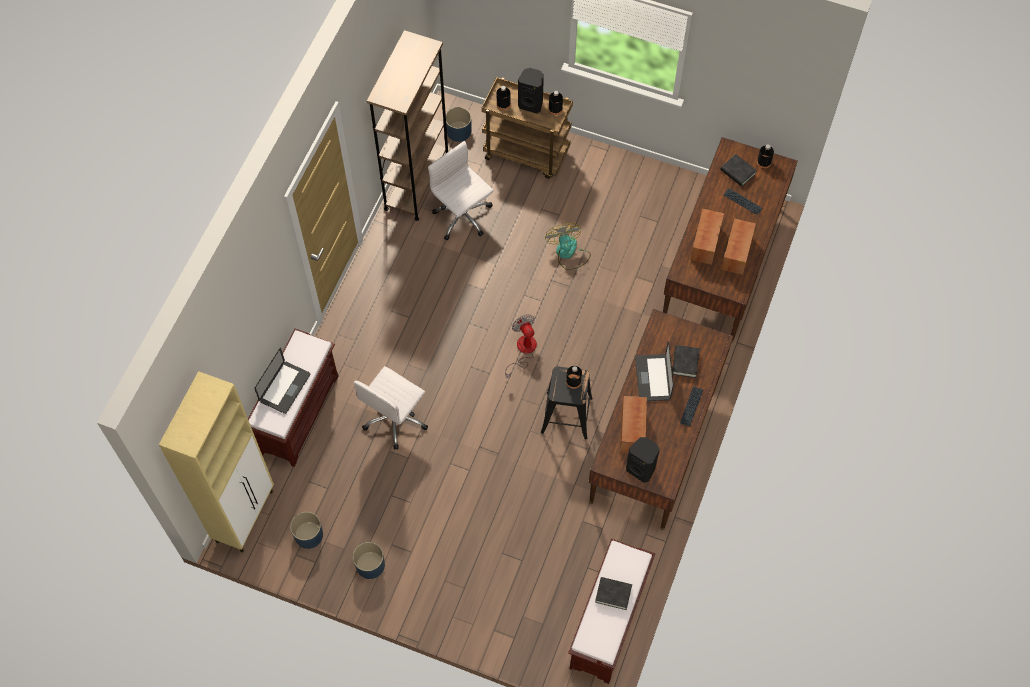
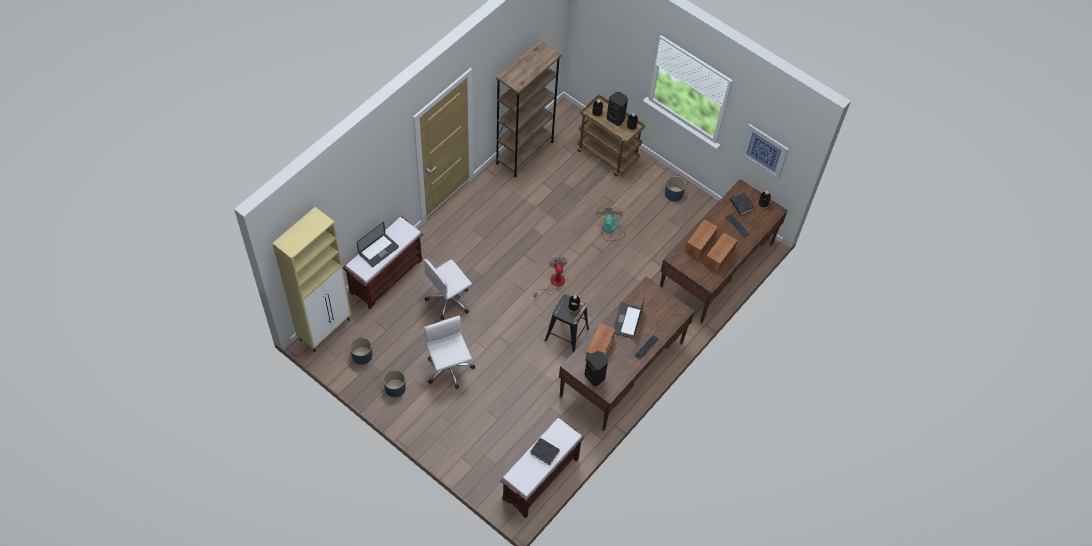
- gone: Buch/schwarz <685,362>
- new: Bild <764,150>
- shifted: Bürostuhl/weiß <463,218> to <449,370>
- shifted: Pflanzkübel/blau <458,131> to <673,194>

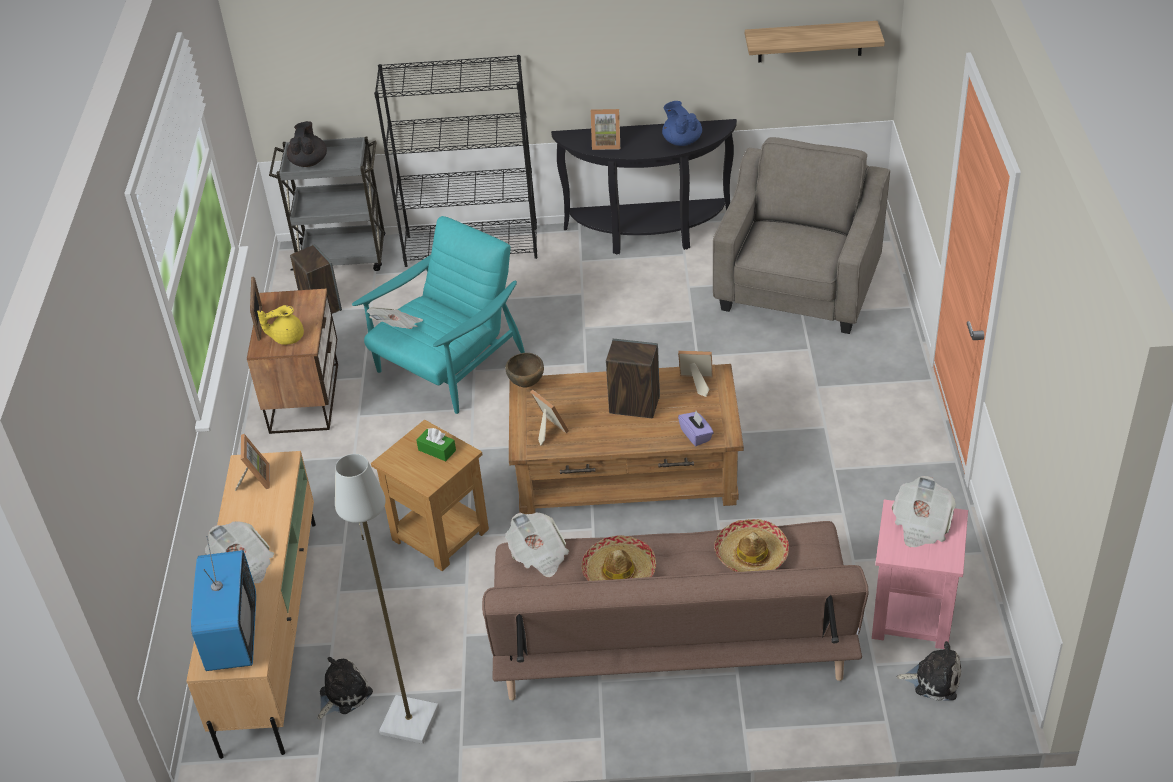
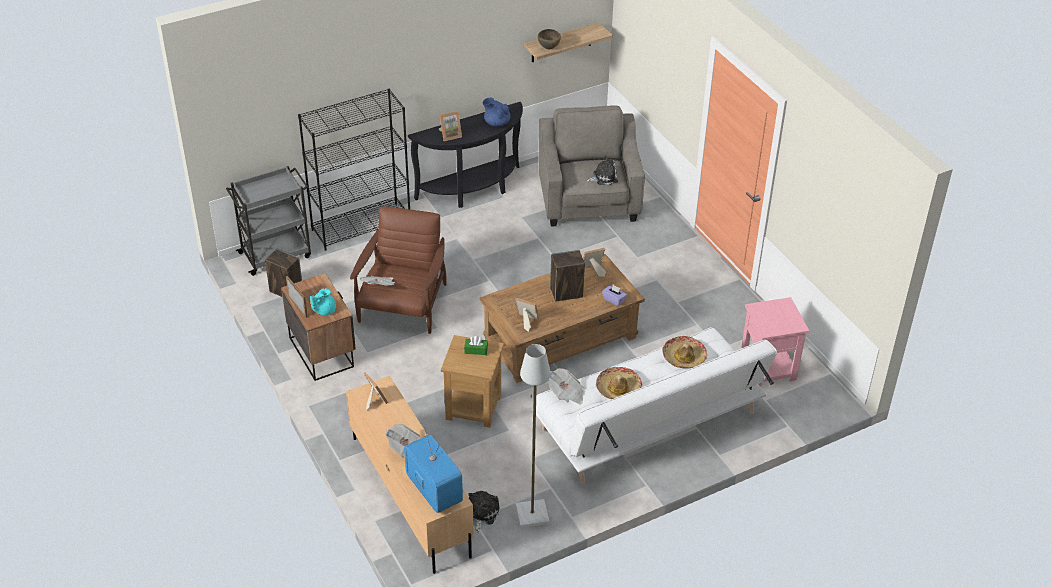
- gone: Teekanne/schwarz <309,162>
- gone: Zeitung <921,525>
- shifted: Schüssel/braun <526,384> to <549,48>
- shifted: Plüschtier <933,679> to <603,177>
- repainted: Teekanne/gelb <286,337> to Teekanne/türkis <324,310>
- repainted: Sessel/türkis <449,365> to Sessel/braun <403,305>
- repainted: Sofa/braun <672,639> to Sofa/weiß <650,422>

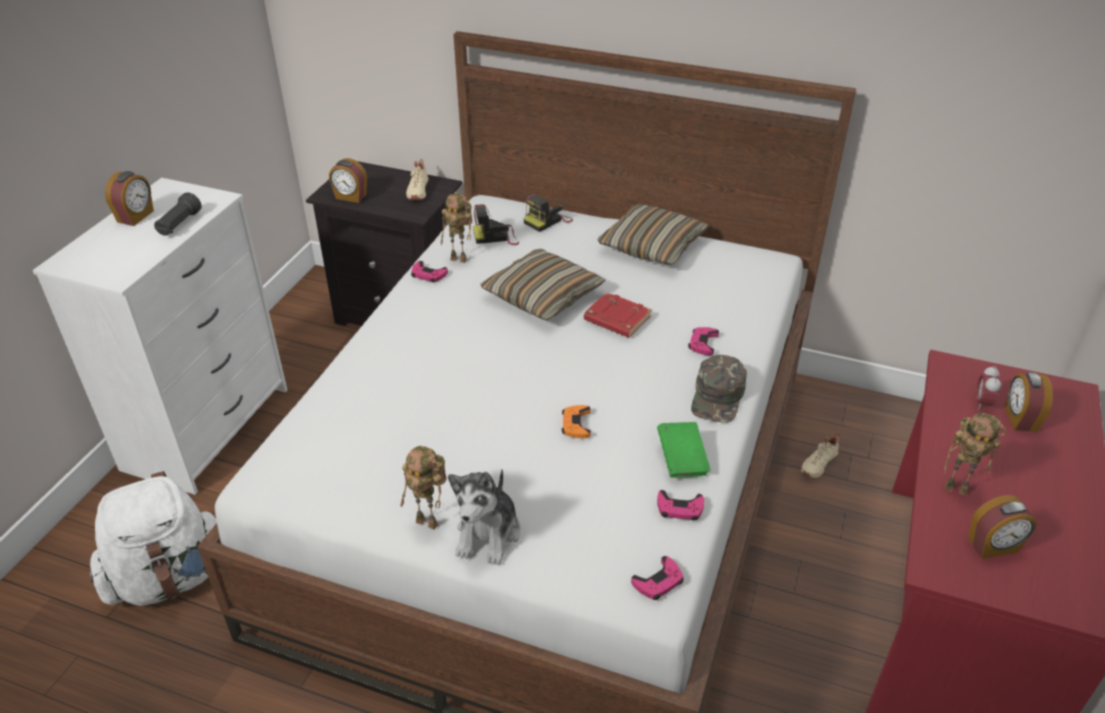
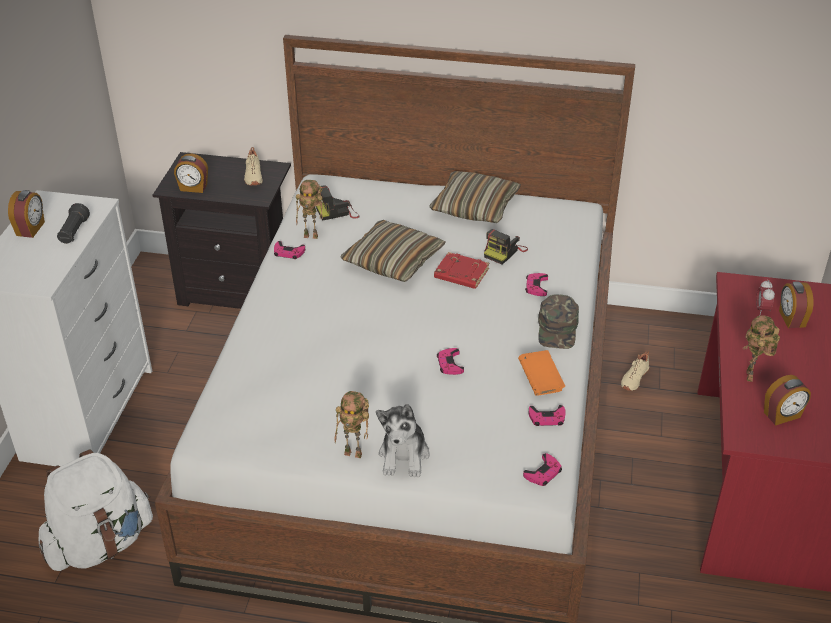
- shifted: Kamera <547,221> to <504,252>
- repainted: Gamepad/orange <576,424> to Gamepad/rosa <450,364>
- repainted: Buch/grün <682,460> to Buch/orange <540,382>
- rotated: Spielzeugroboter <957,488> = <751,377> 90 degrees clockwise

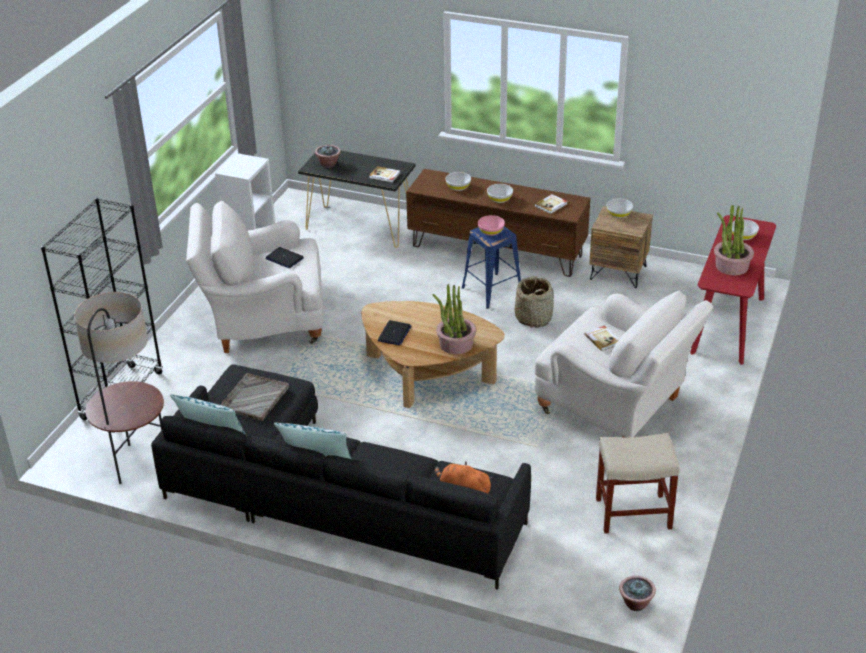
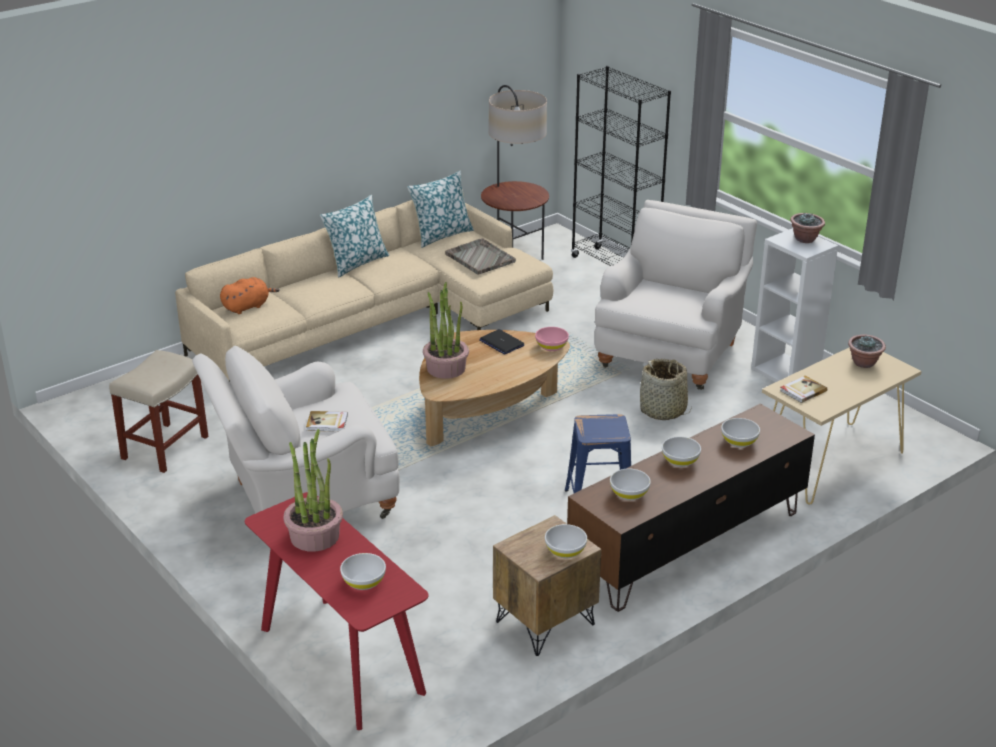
- gone: Laptop <284,258>
- shifted: Schüssel/rosa <491,231> to <551,347>
- shifted: Korb <533,318> to <663,410>
- shifted: Topfpflanze <635,603> to <805,239>
- swapped: Buch <551,205> to Schüssel/weiß <629,494>
- repainted: Sofa/schwarz <330,495> to Sofa/beige <378,320>
- repainted: Konsolentisch/schwarz <360,226> to Konsolentisch/beige <830,463>

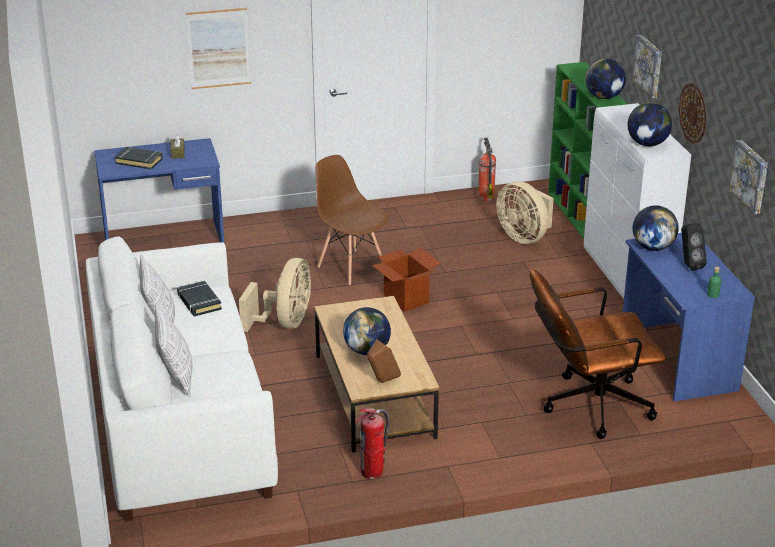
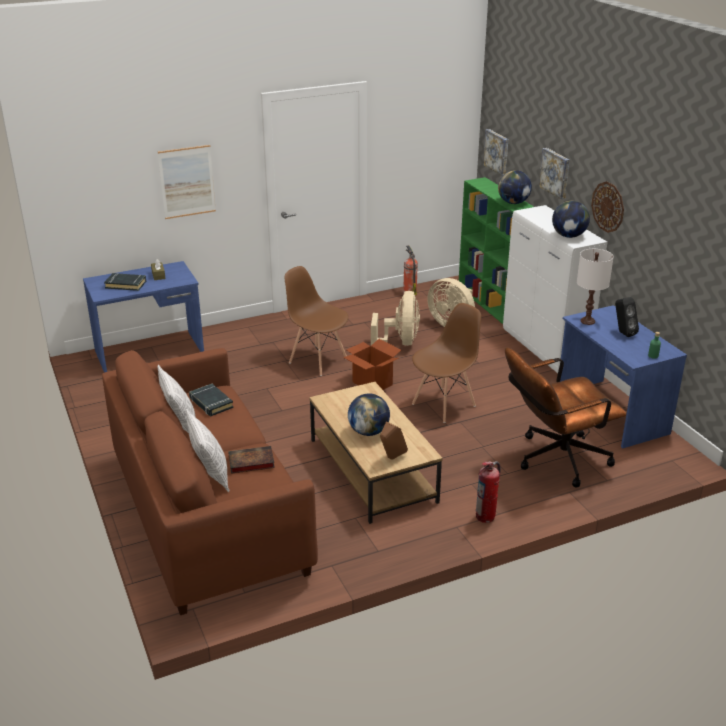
- new: Buch <250,462>
- new: Stuhl/braun <444,405>
- shifted: Ventilator/beige <285,323> to <400,342>
- shifted: Feuerlöscher <372,472> to <486,516>
- shifted: Bild <750,176> to <497,152>
- swapped: Globus <653,247> to Tischlampe/weiß <587,321>
- repainted: Sofa/weiß <181,423> to Sofa/braun <208,514>

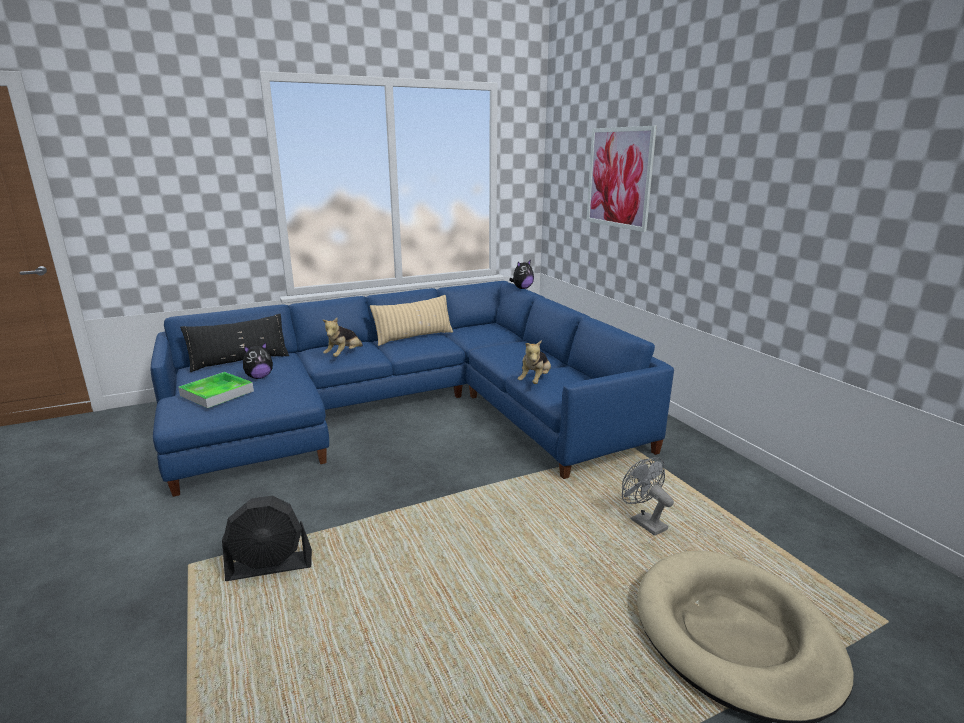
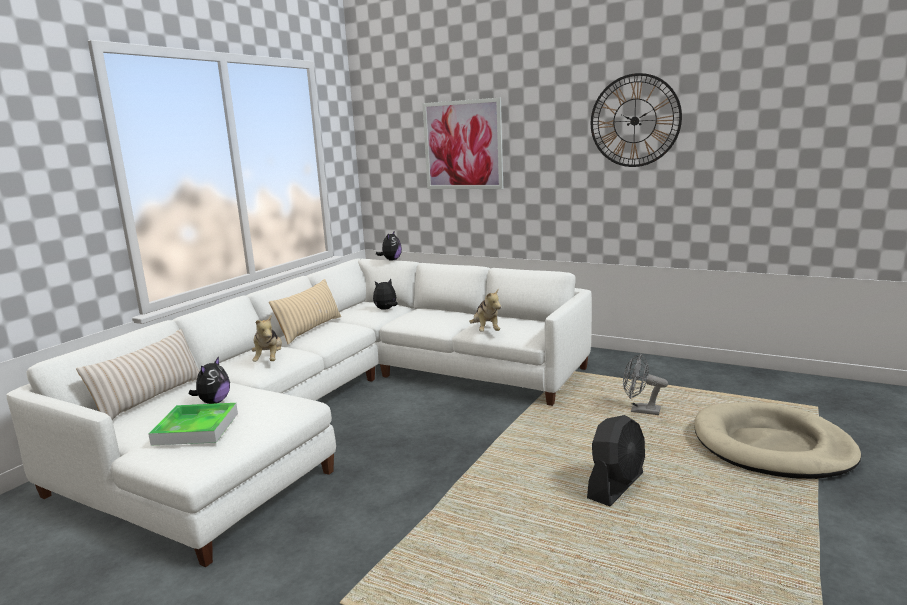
- new: Plüschtier <386,309>
- new: Wanduhr <634,121>
- shifted: Ventilator/schwarz <270,567> to <616,486>
- repainted: Sofa/blau <407,409> to Sofa/weiß <339,404>
- repainted: Kissen/schwarz <240,361> to Kissen/beige <151,398>

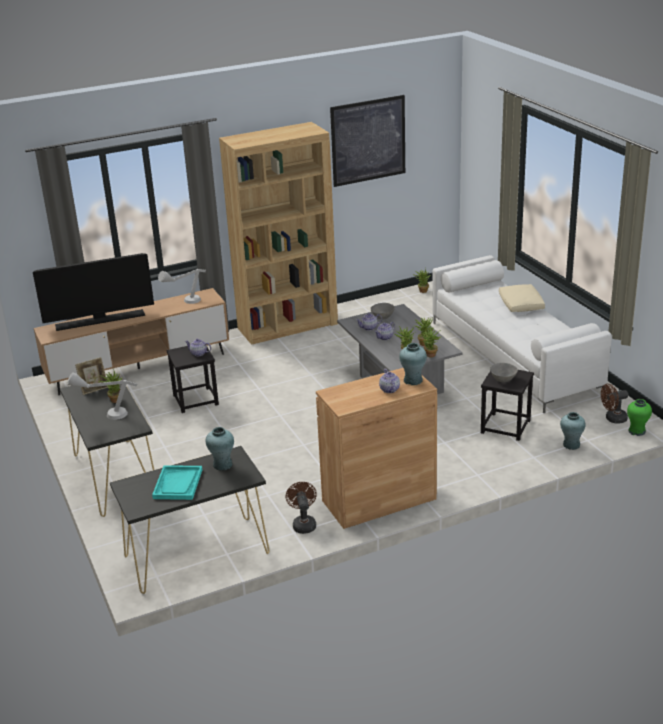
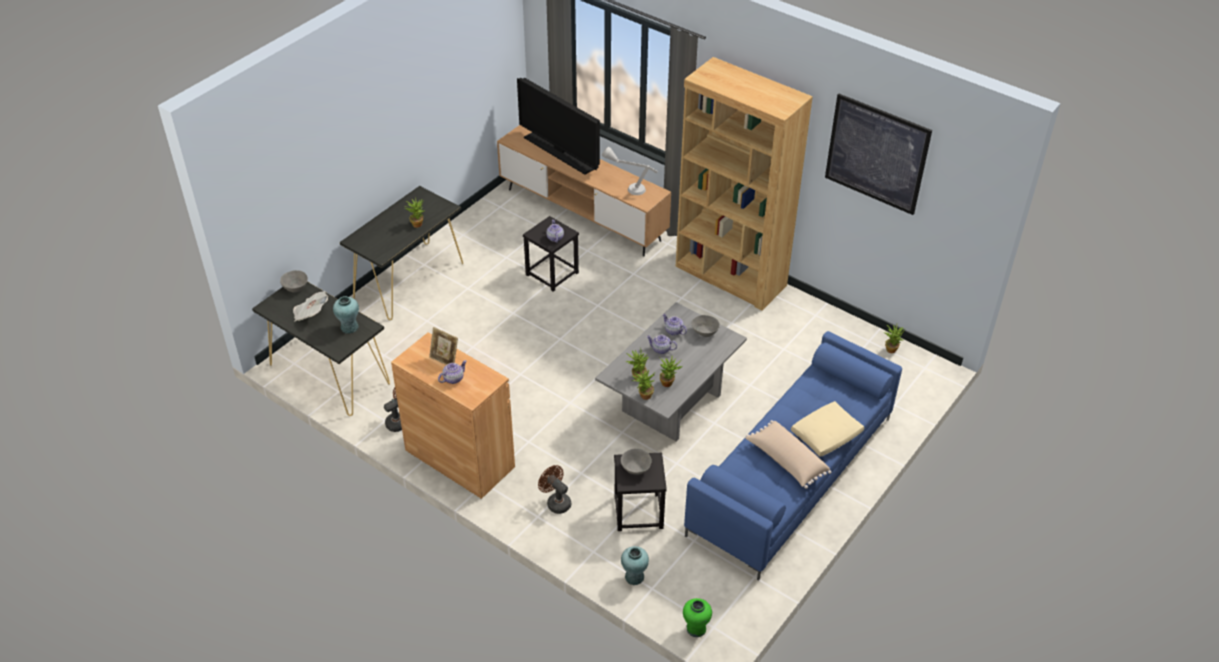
- gone: Tischlampe/grau <106,415>
- gone: Vase/türkis <413,380>
- new: Schüssel/grau <296,288>
- new: Kissen/beige <786,461>
- shifted: Bilderrahmen <94,389> to <445,359>
- shifted: Ventilator/braun <613,419> to <556,502>
- swapped: Tablett/türkis <178,484> to Zeitung <311,314>
- repainted: Sofa/weiß <514,357> to Sofa/blau <791,476>

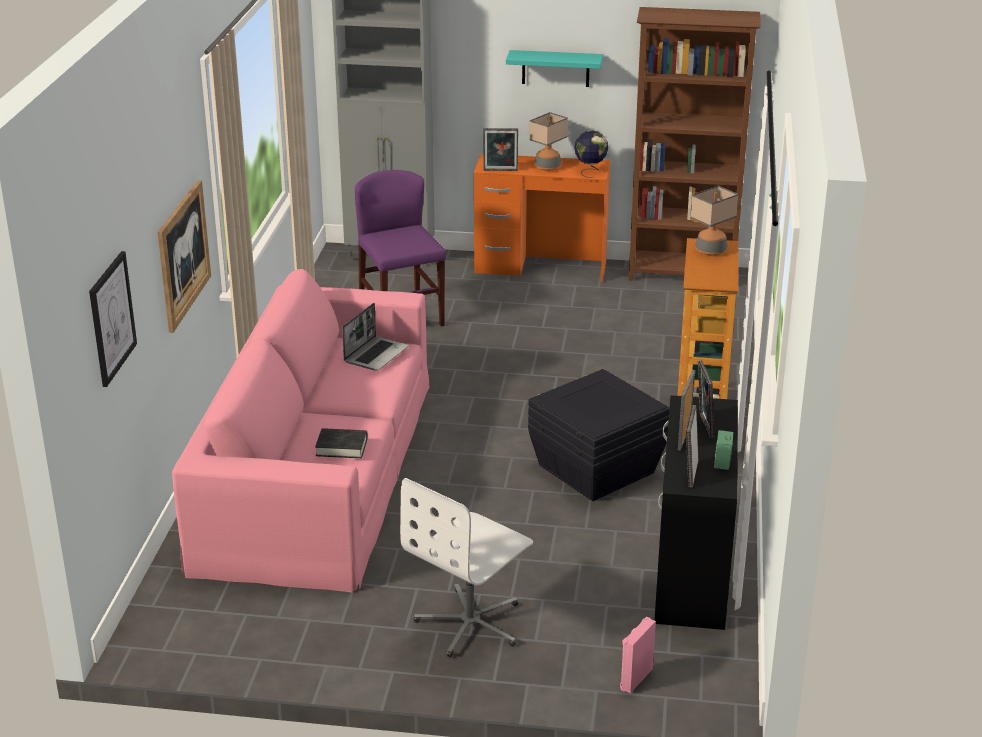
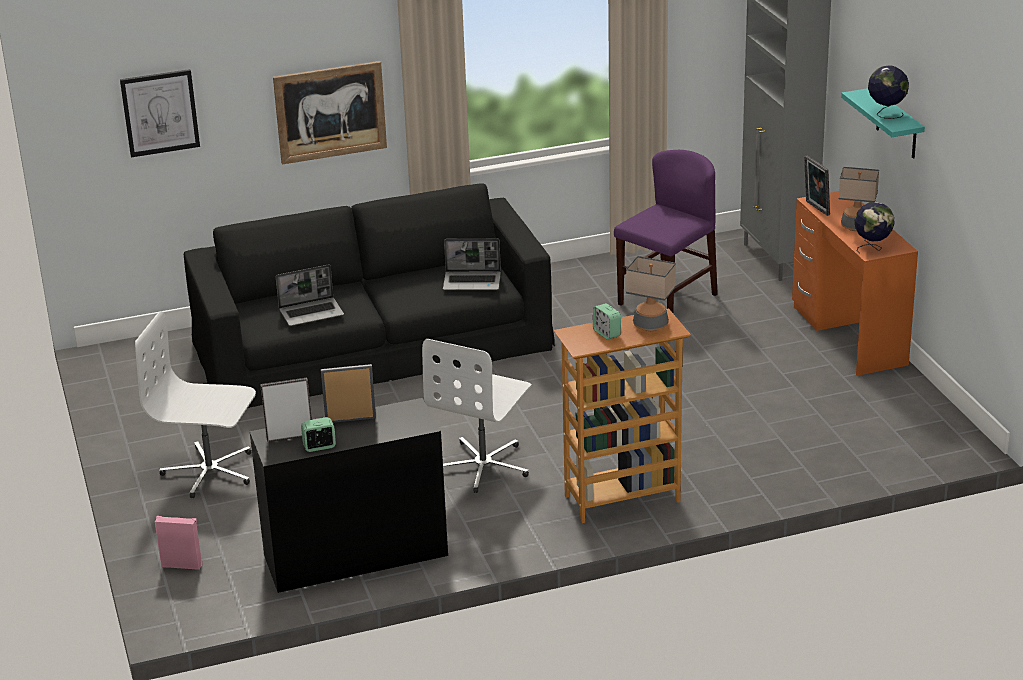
- gone: Bücherregal/braun <682,274>
- gone: Bilderrahmen <703,425>
- new: Wecker <607,333>
- new: Globus <886,114>
- swapped: Buch/schwarz <341,447> to Laptop <312,313>
- swapped: Aufbewahrungsbox/schwarz <595,469> to Bürostuhl/weiß <484,466>
- repainted: Sofa/rosa <316,471> to Sofa/schwarz <372,345>

